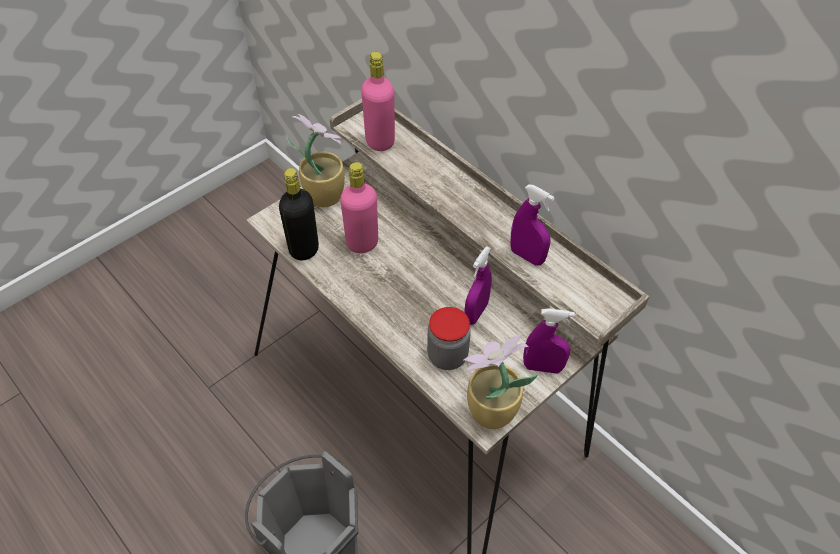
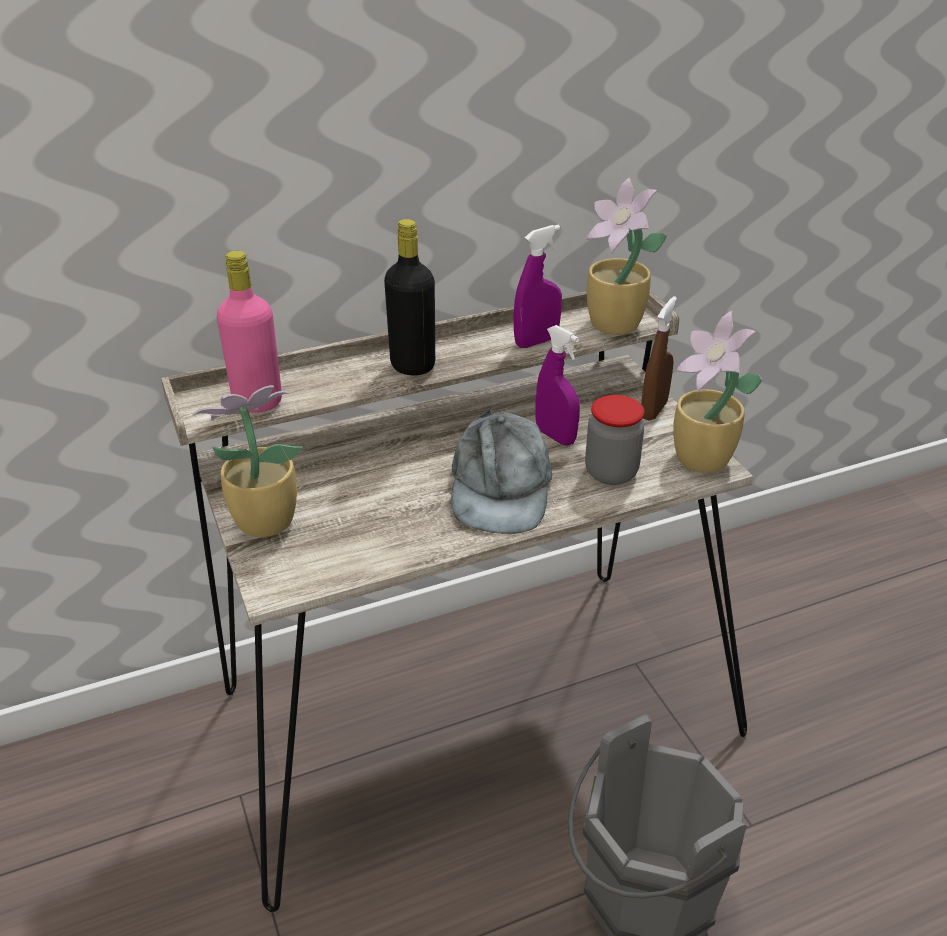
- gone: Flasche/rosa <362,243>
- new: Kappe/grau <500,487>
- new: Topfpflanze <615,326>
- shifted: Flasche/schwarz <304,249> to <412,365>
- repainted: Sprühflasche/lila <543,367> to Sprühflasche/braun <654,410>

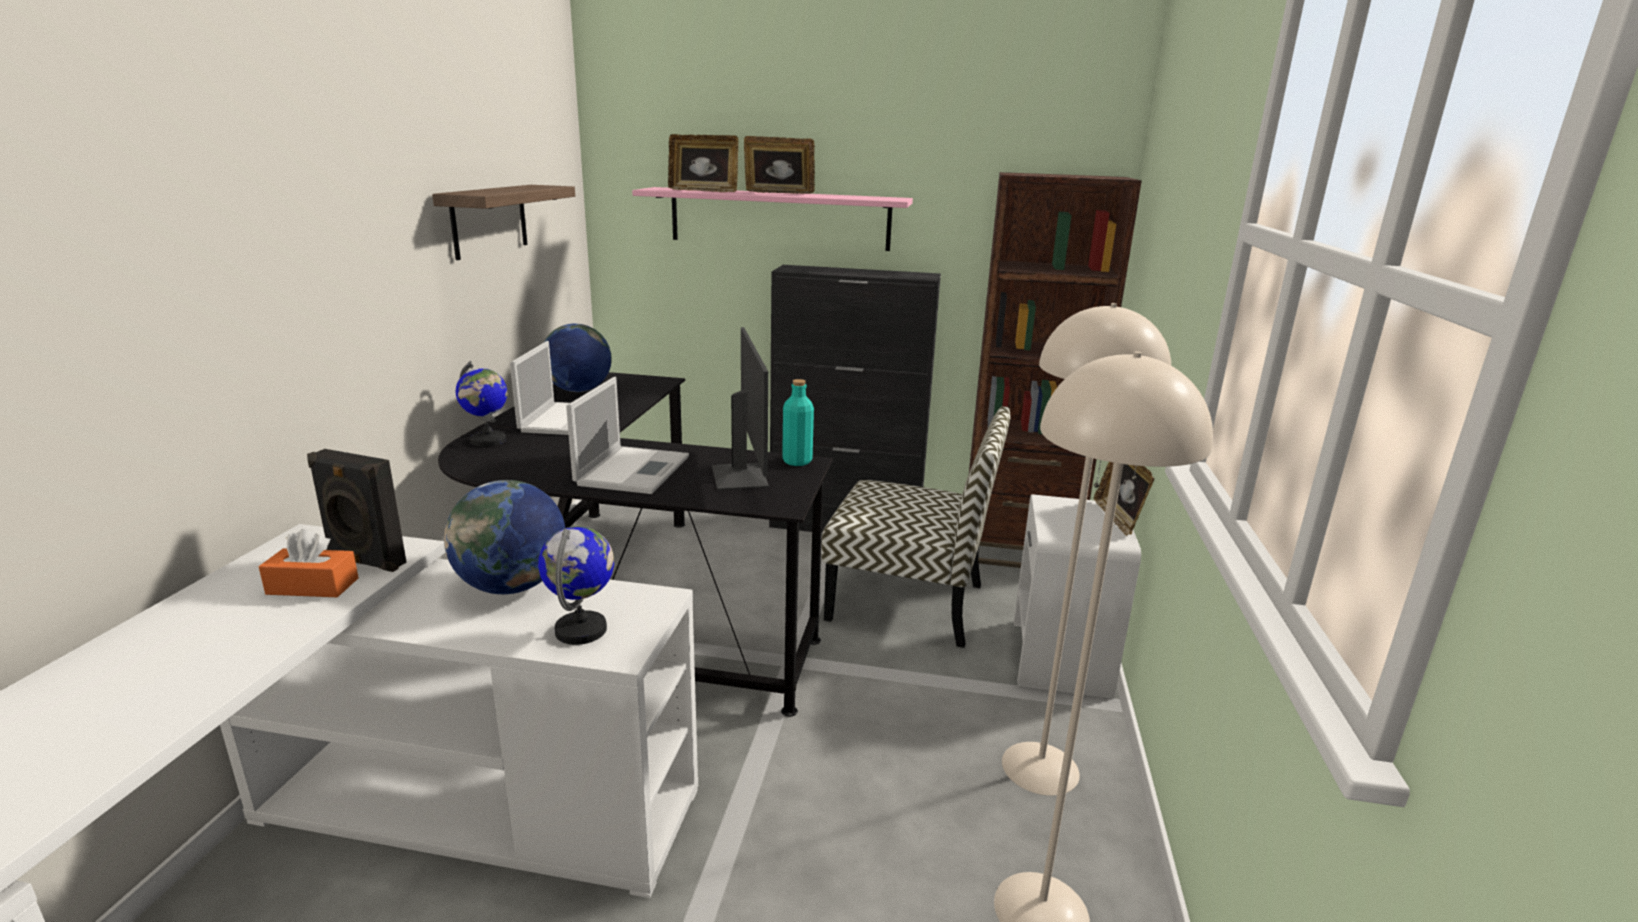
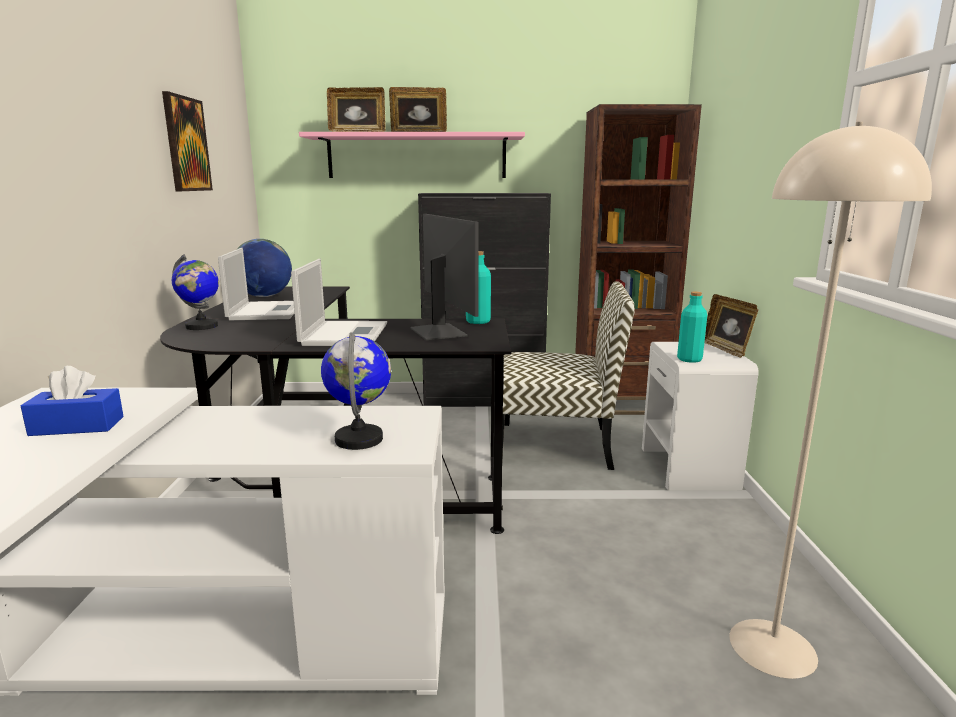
- gone: Lautsprecher/schwarz <365,562>
- gone: Globus <512,586>
- gone: Stehlampe/beige <1040,767>
- new: Flasche/türkis <689,359>
- swapped: Wandregal <489,220> to Bild <186,144>
- repainted: Taschentuchbox/orange <313,586> to Taschentuchbox/blau <77,426>

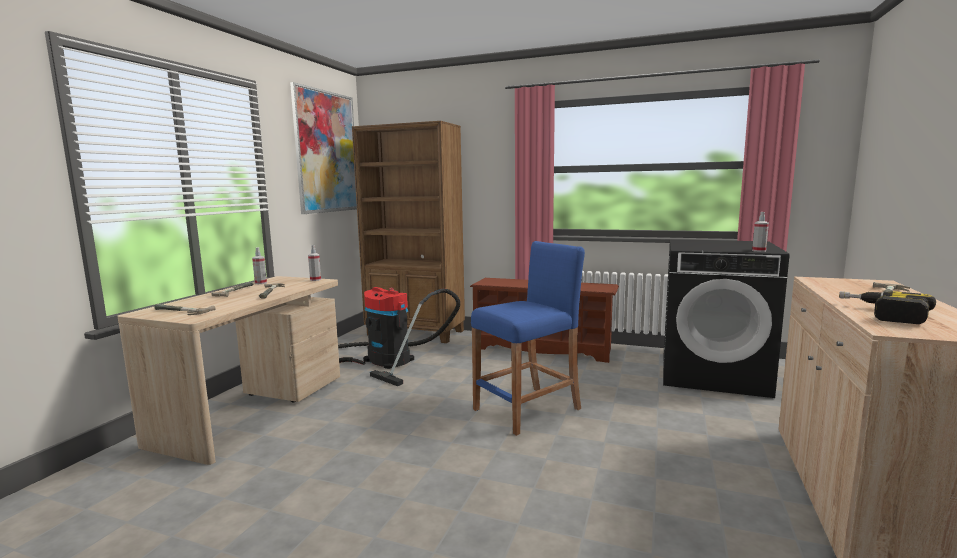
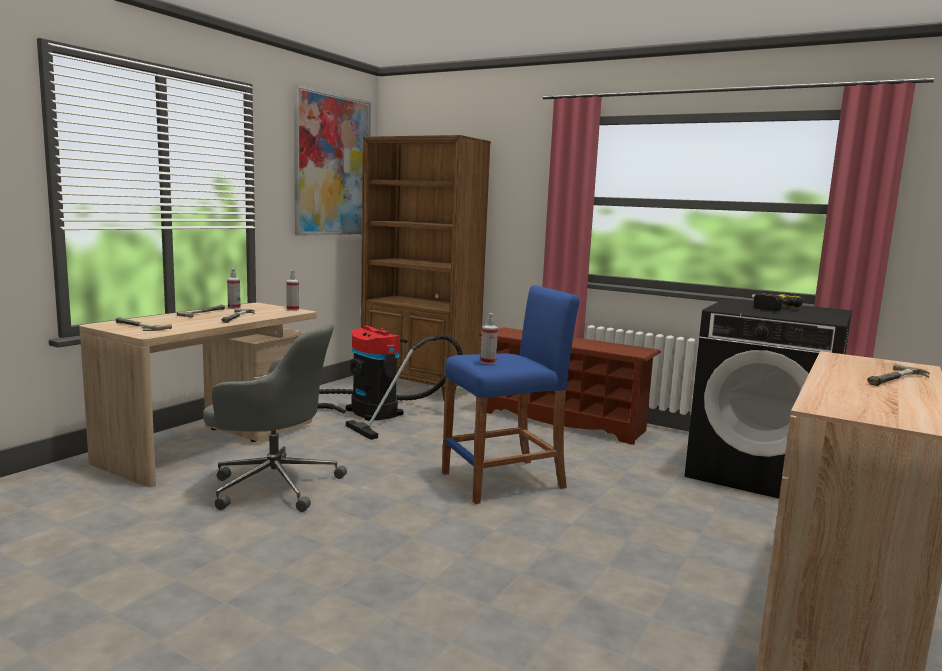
- new: Bürostuhl/grau <273,484>
- shifted: Sprühflasche <759,251> to <488,362>
- shifted: Bohrmaschine <881,314> to <766,307>

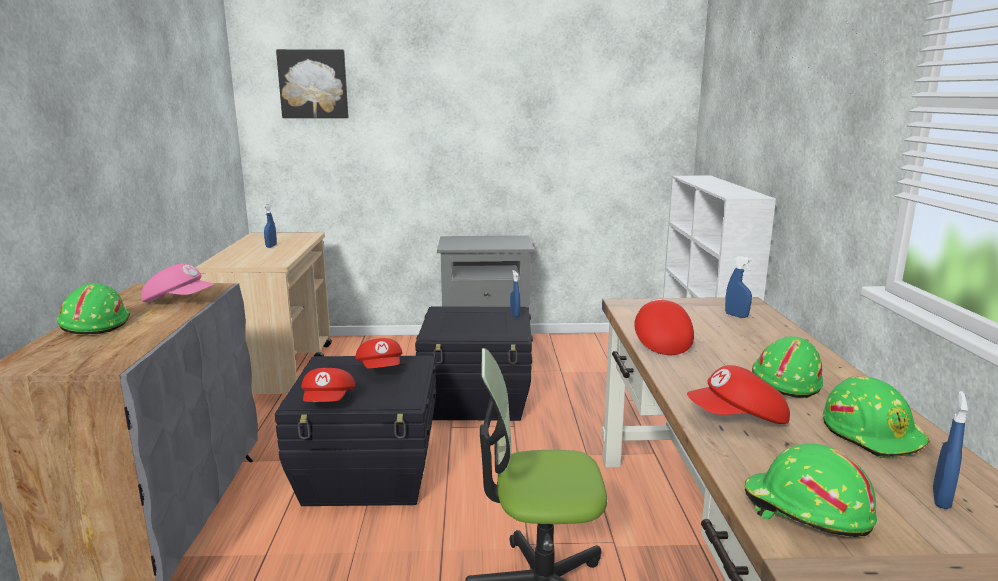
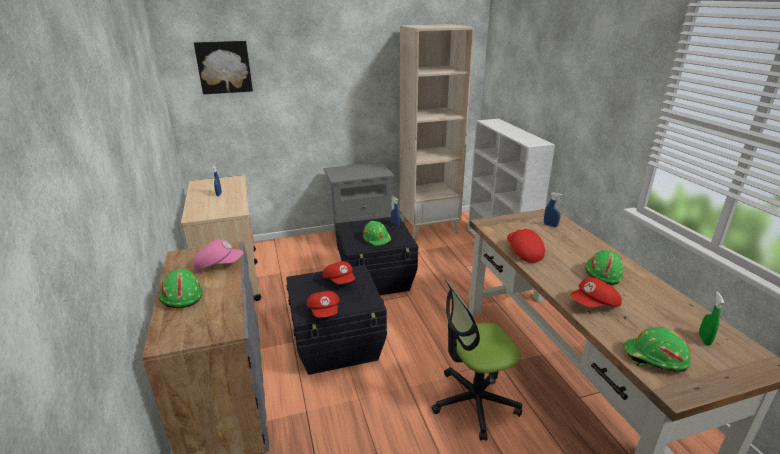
- new: Bücherregal/beige <429,228>
- shifted: Schutzhelm/grün <872,434> to <377,239>
- repainted: Sprühflasche/blau <941,499> to Sprühflasche/grün <704,339>

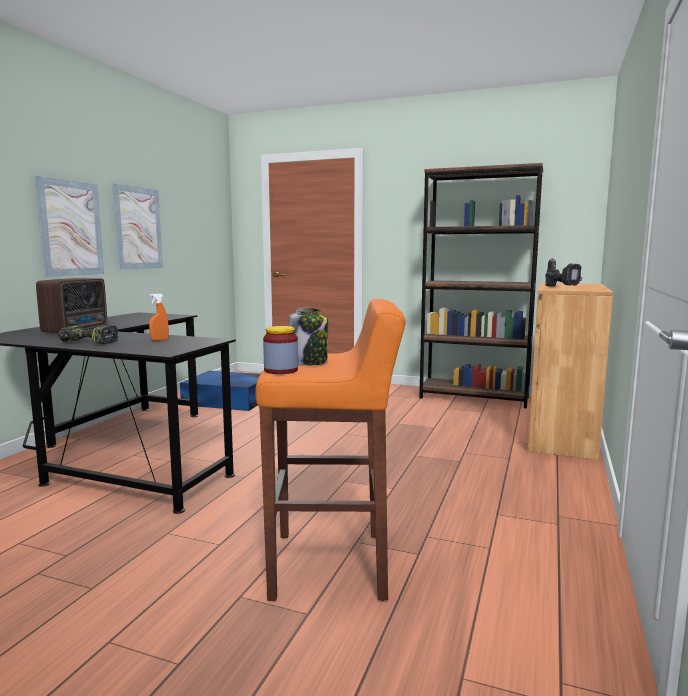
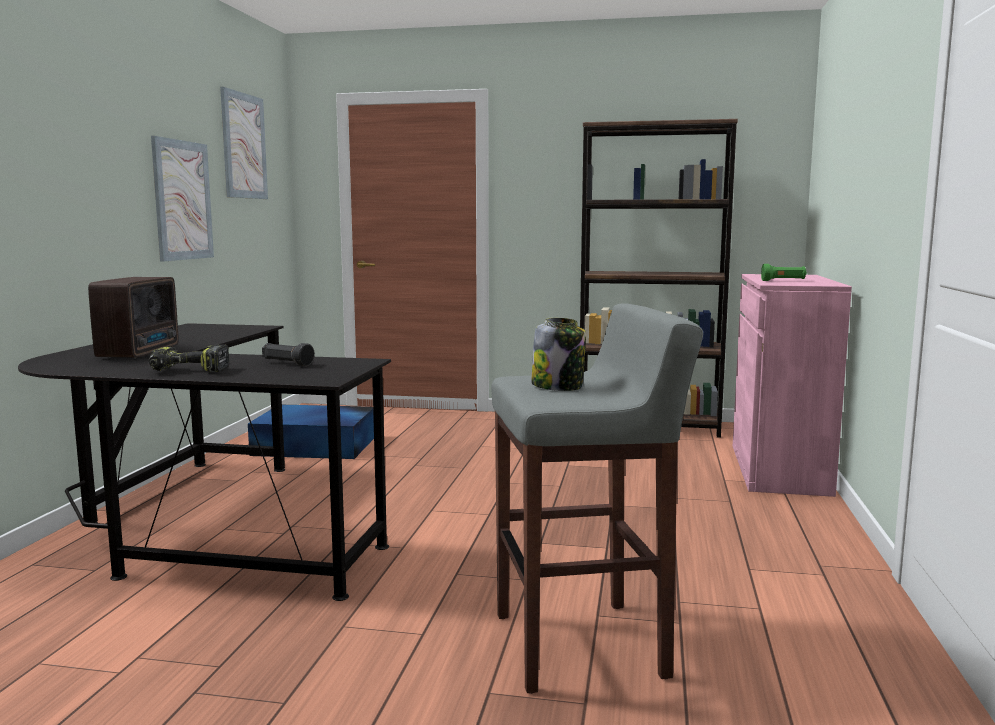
- gone: Vorratsglas <281,370>
- shifted: Bild <70,228> to <244,146>
- swapped: Sprühflasche/orange <159,340> to Taschenlampe/schwarz <287,363>
- swapped: Bohrmaschine <562,287> to Taschenlampe/grün <783,281>
- repainted: Hocker/orange <331,565> to Hocker/grau <582,645>
- repainted: Schrank/braun <561,435> to Schrank/rosa <779,469>

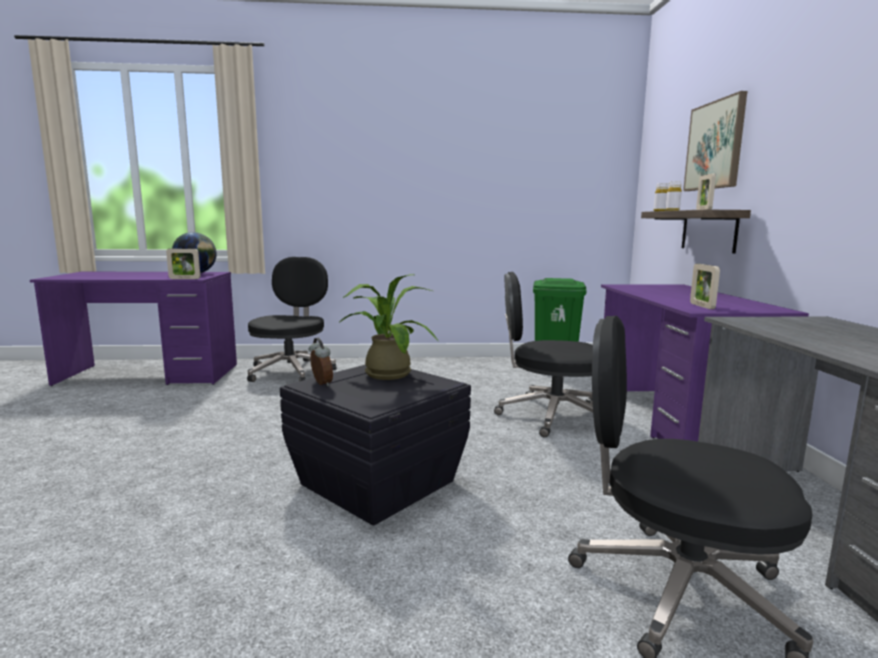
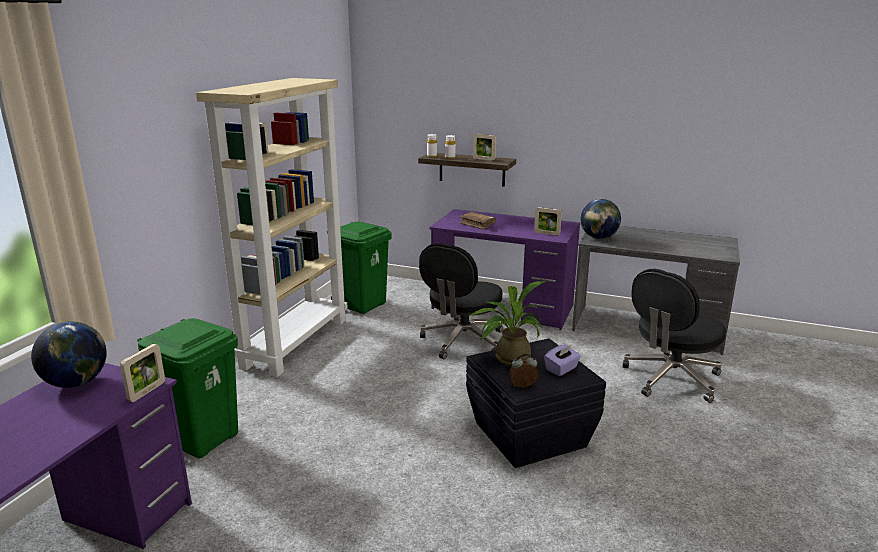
- gone: Bild <715,145>
- new: Bücherregal/beige <295,342>
- new: Buch/braun <477,224>
- new: Taschentuchbox/lila <561,369>
- new: Globus <598,238>
- swapped: Bürostuhl/schwarz <291,371> to Mülleimer/grün <203,439>

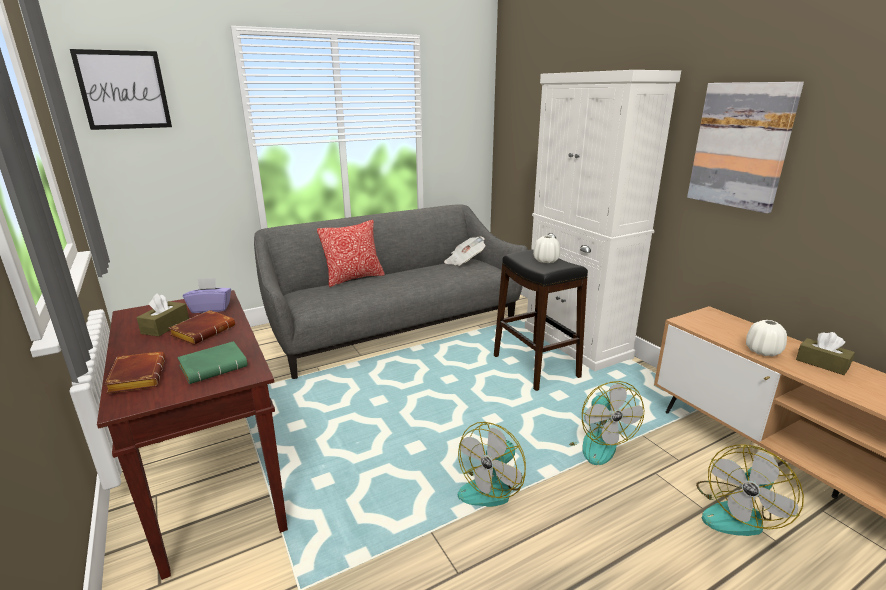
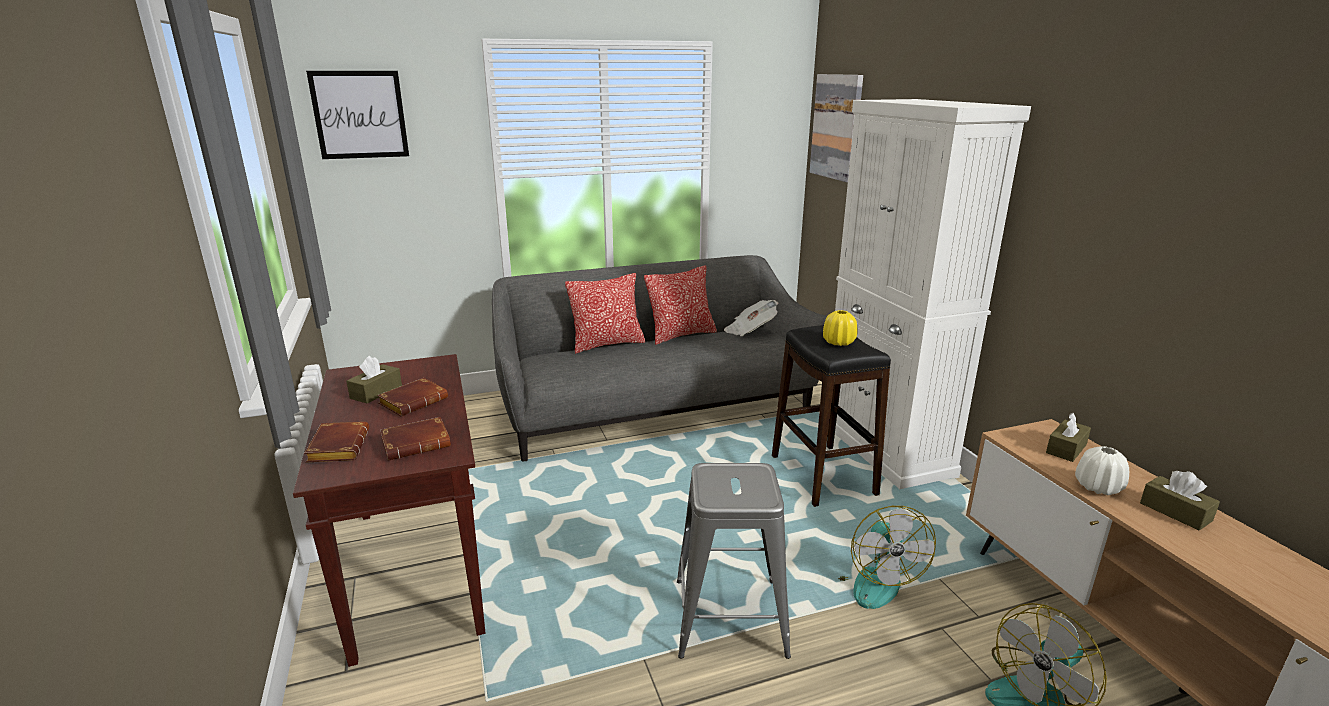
- gone: Taschentuchbox/lila <211,308>
- new: Kissen <681,335>
- new: Taschentuchbox/braun <1066,449>
- shifted: Bild <741,146> to <837,127>
- swapped: Ventilator <492,486> to Hocker/grau <729,617>
- repainted: Buch/grün <215,366> to Buch/braun <417,443>
- repainted: Vase/weiß <545,261> to Vase/gelb <838,342>

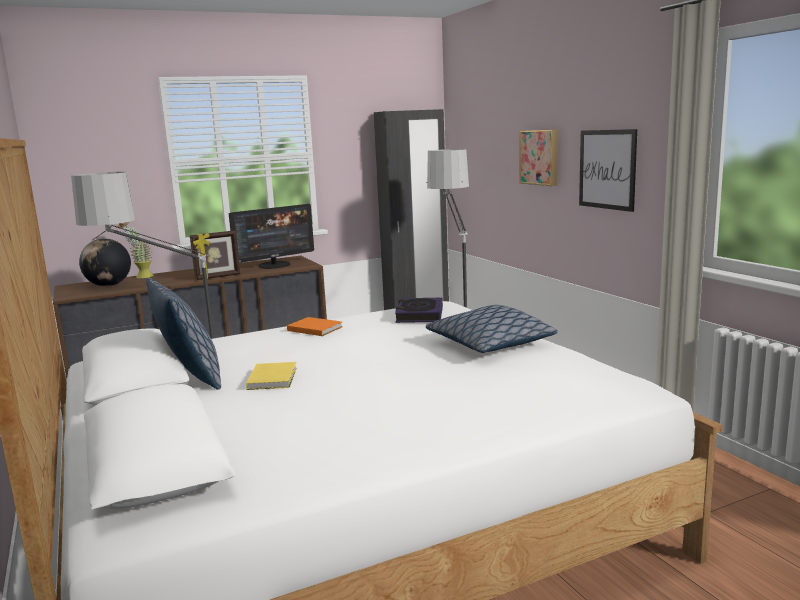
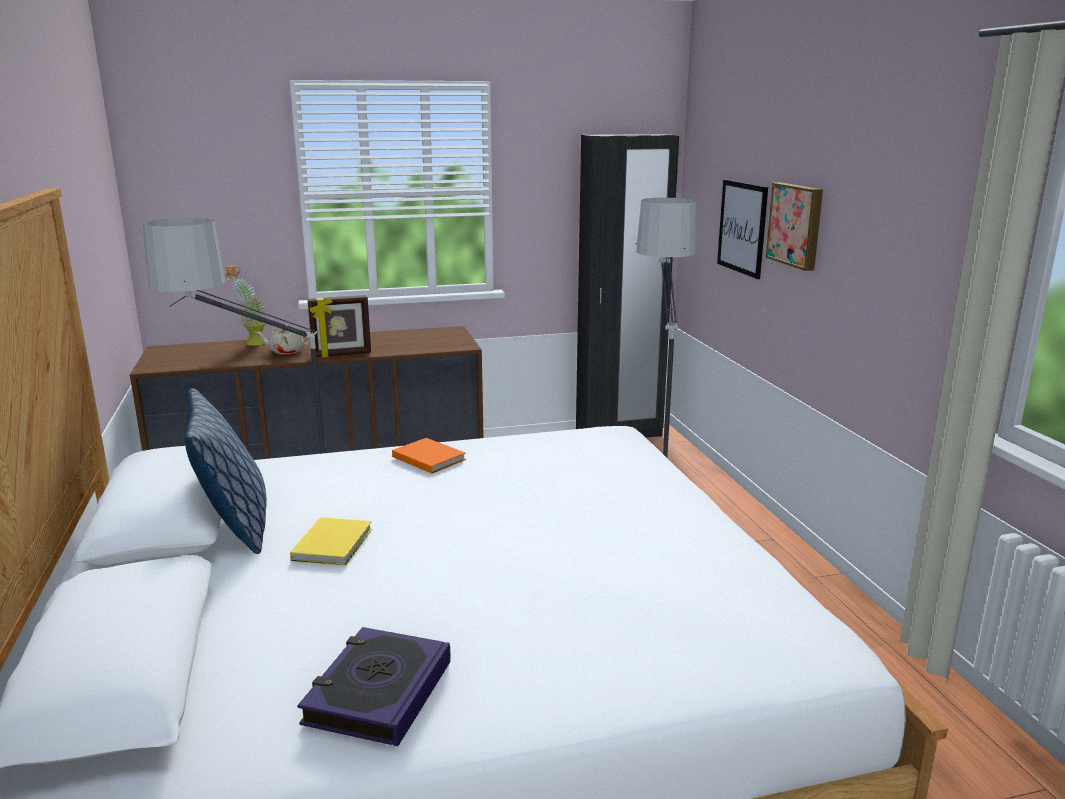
- gone: Globus <109,285>
- gone: Monitor <275,265>
- gone: Kissen <490,344>
- new: Teekanne/beige <286,351>
- shifted: Buch <419,315> to <378,693>
- shifted: Bild <607,169> to <742,227>

